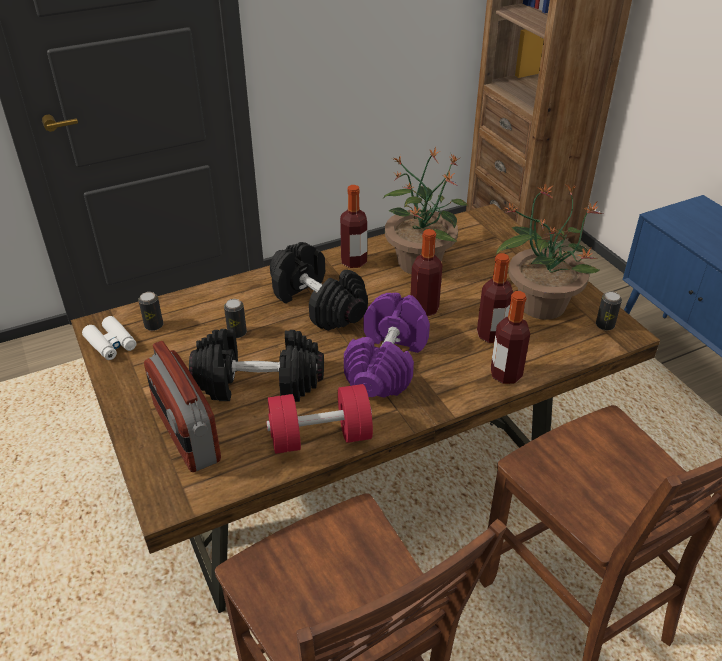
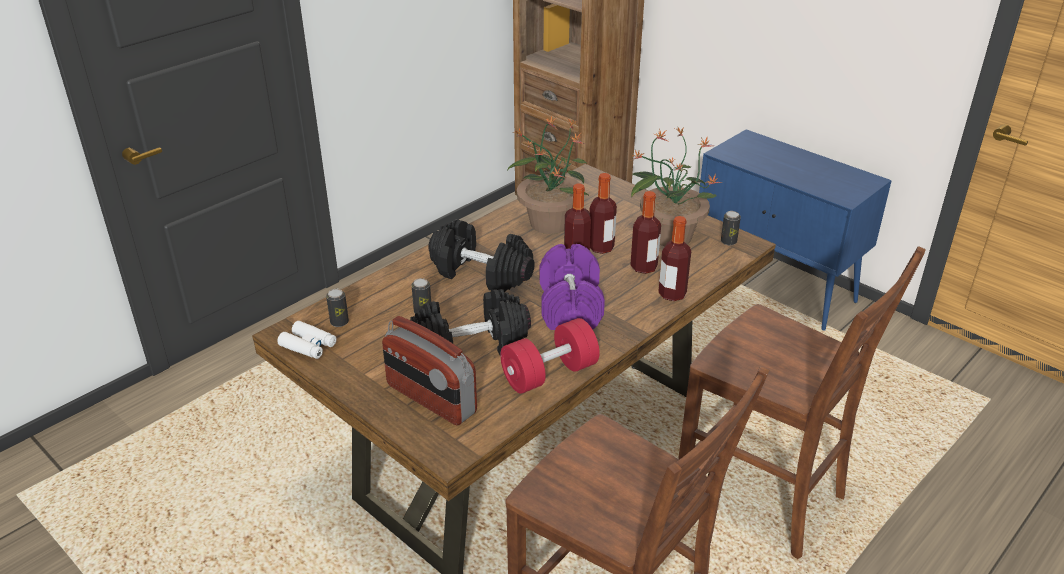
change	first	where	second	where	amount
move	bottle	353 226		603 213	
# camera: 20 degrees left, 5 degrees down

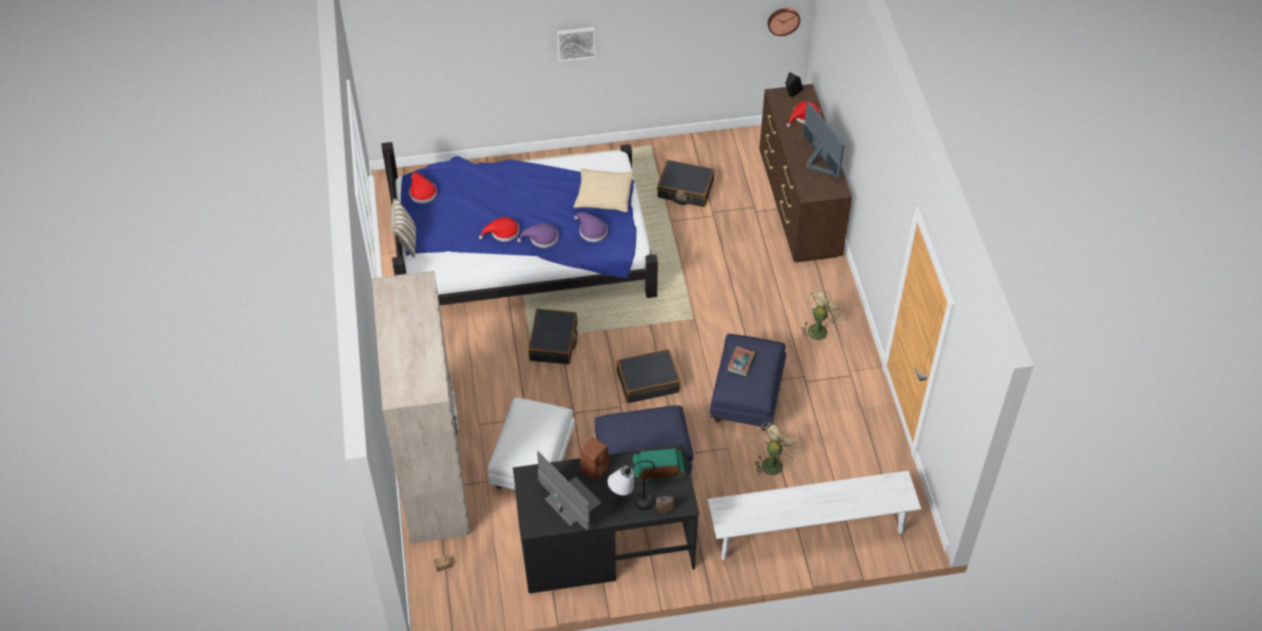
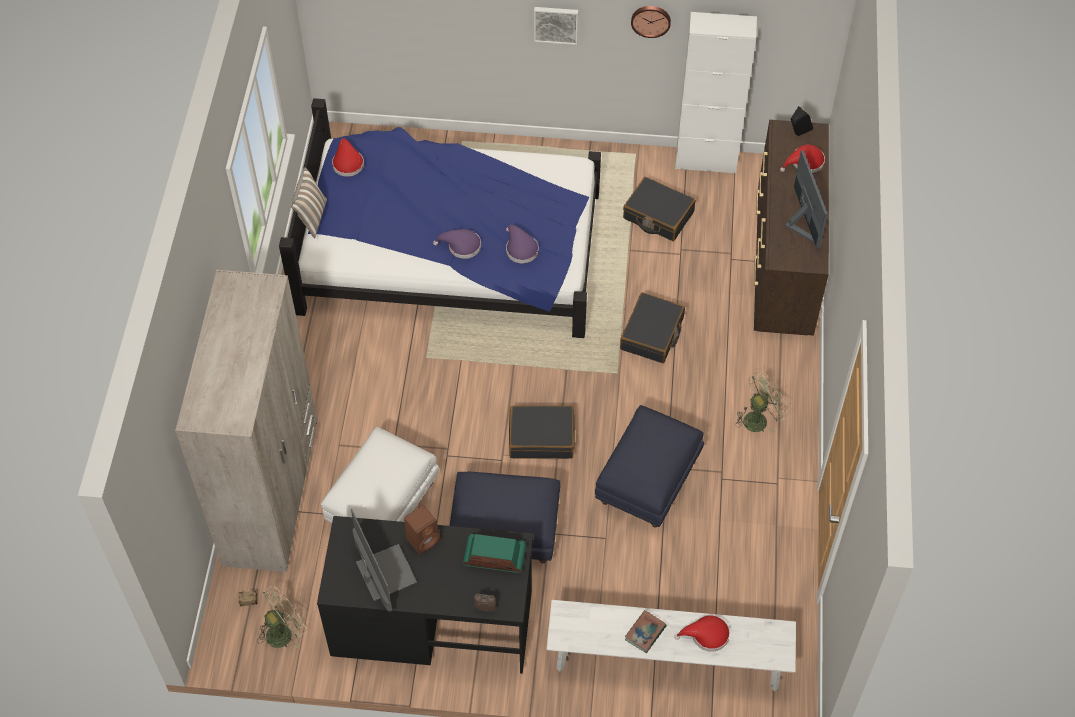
change	first	where	second	where	amount
move	hat in red	499 229		702 633	
move	suitcase in black	553 337		652 327	
delete	pillow in beige	604 190			
delete	table lamp	631 485			
move	book	741 361		646 631	
move	fan in green	778 448		281 616	
move	wall clock	784 22		651 22	
insert			cabinet in white	716 93	
# camera: 15 degrees right, 5 degrees up

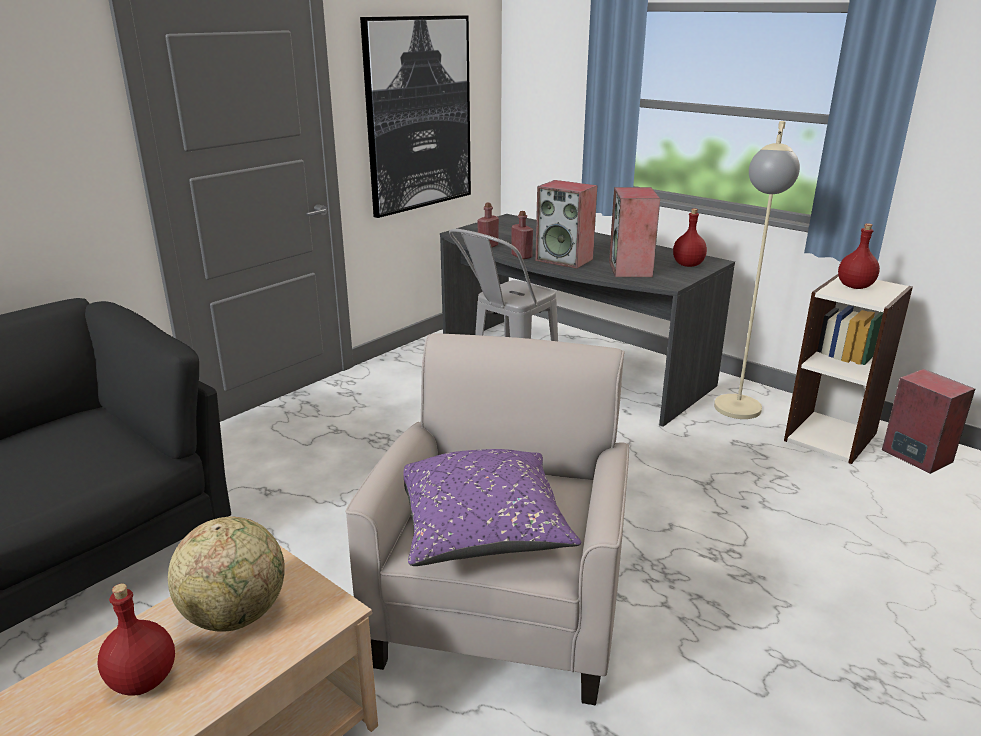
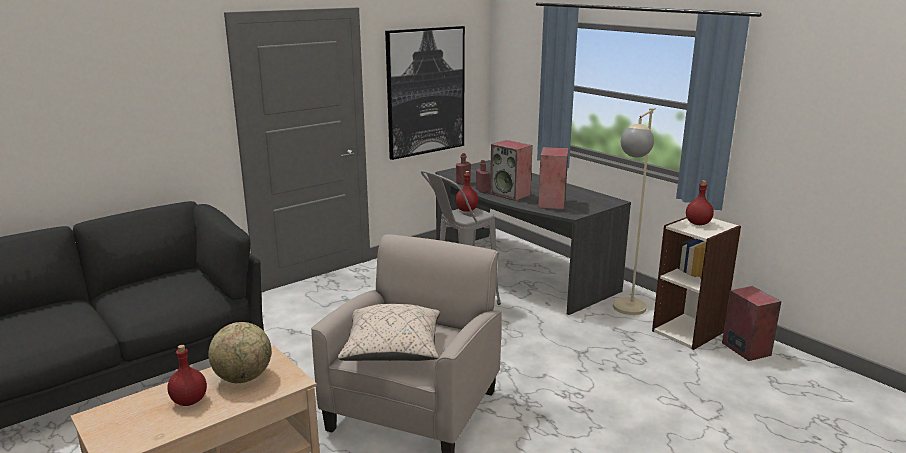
change	first	where	second	where	amount
recolor	pillow in purple	492 507	pillow in beige	389 332	
move	bottle in red	690 238		467 191	
# camera: 10 degrees right, 5 degrees down

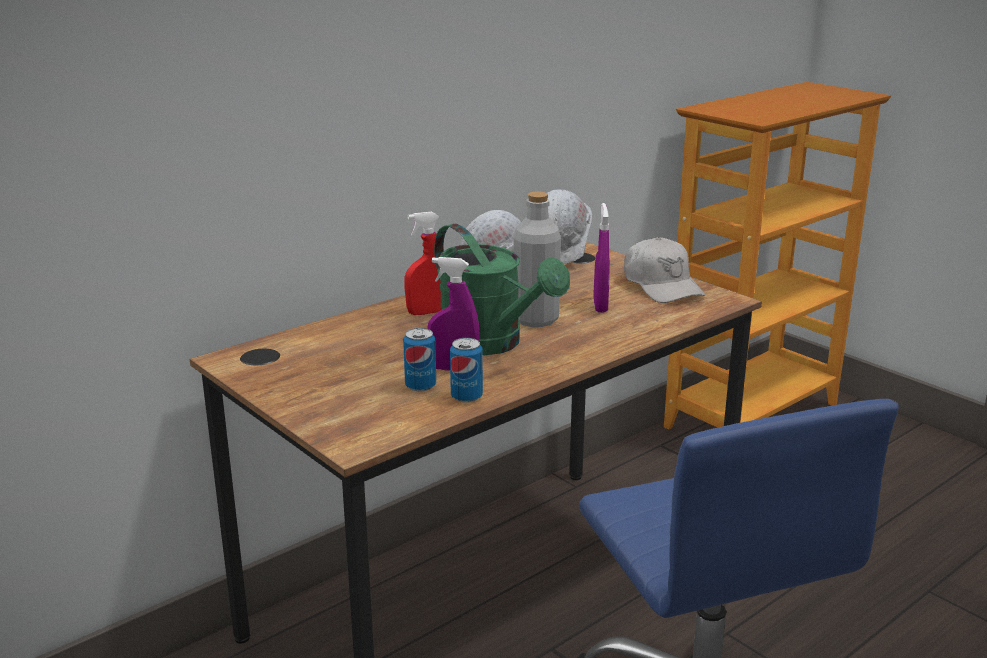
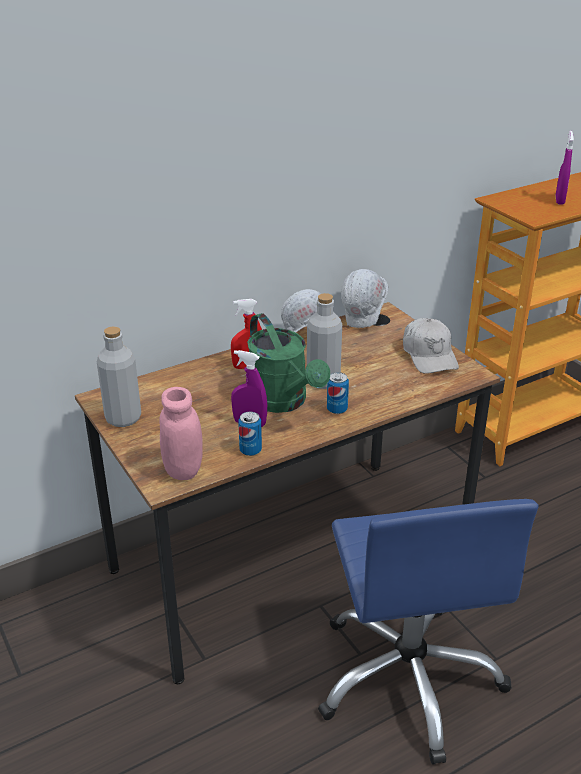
change	first	where	second	where	amount
move	can	419 360		338 393	
move	spray bottle in purple	601 257		565 168	
insert			bottle in grey	119 377	
insert			jar in pink	181 433	
# camera: 10 degrees right, 10 degrees up

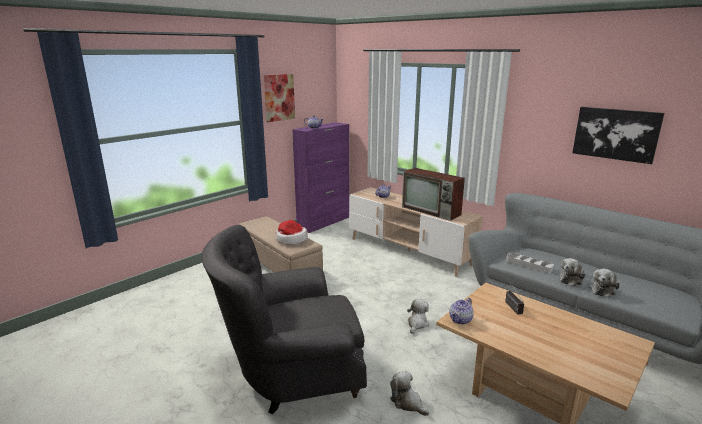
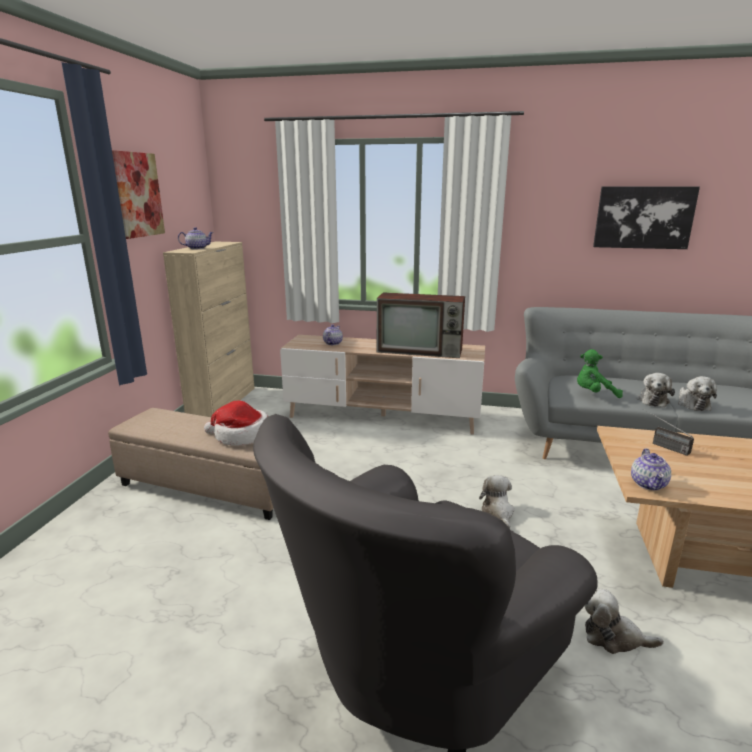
change	first	where	second	where	amount
recolor	cabinet in purple	320 177	cabinet in beige	208 329	
replace	tray in grey	530 263	plush toy in green	600 373	
# camera: 30 degrees left, 0 degrees up

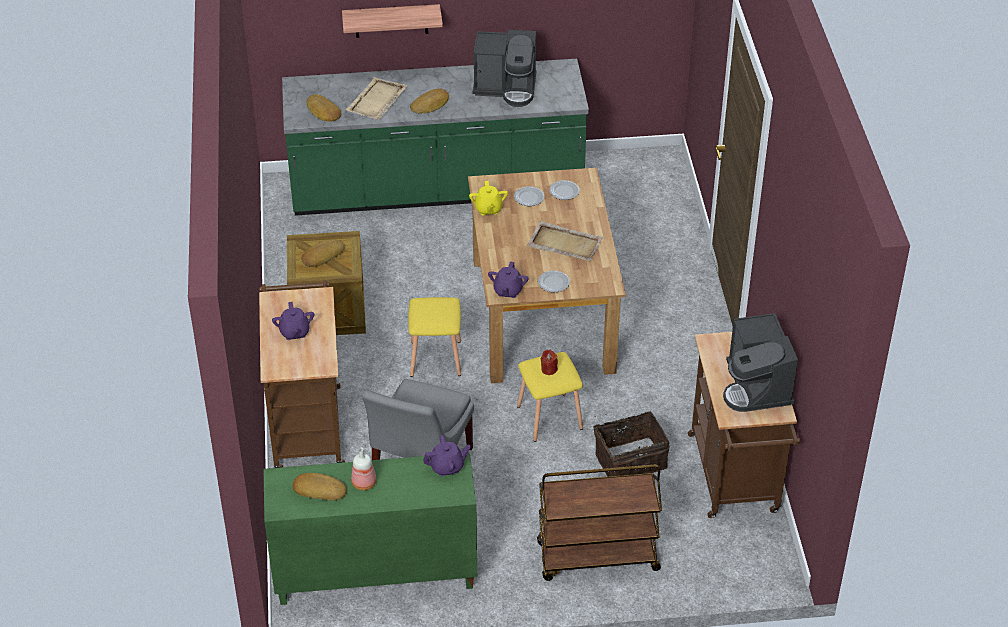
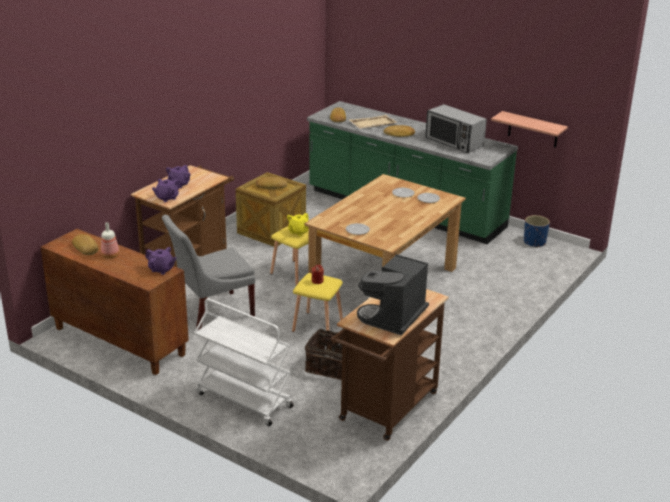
change	first	where	second	where	amount
recolor	cabinet in green	370 528	cabinet in brown	115 302	
move	shelf	392 21		529 129	
move	teapot in yellow	488 198		298 224	
replace	coffee machine	504 68	microwave	456 128	
move	teapot in purple	508 279		166 190	
delete	tray in beige	565 241			
recolor	cart in brown	599 523	cart in white	243 362	
insert			planter in blue	537 231	
# camera: 40 degrees right, 15 degrees down

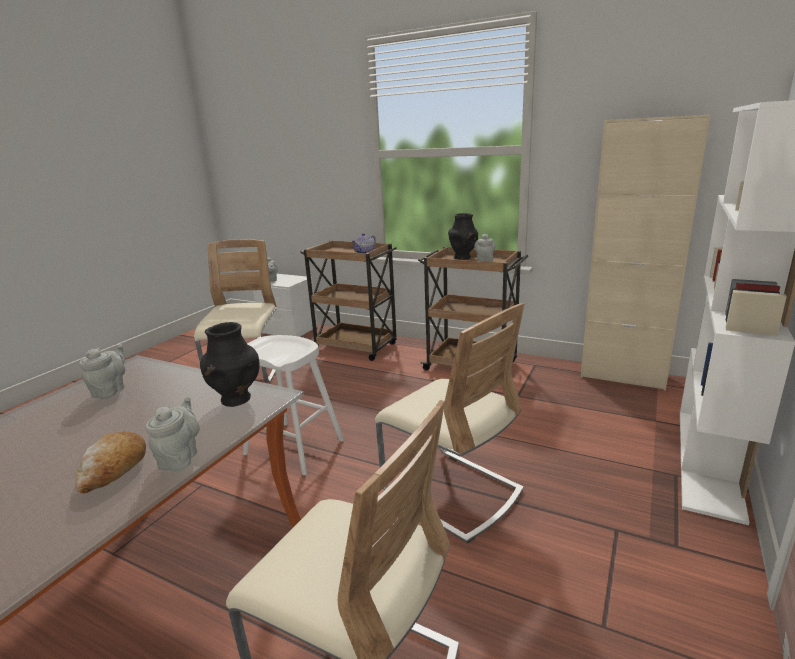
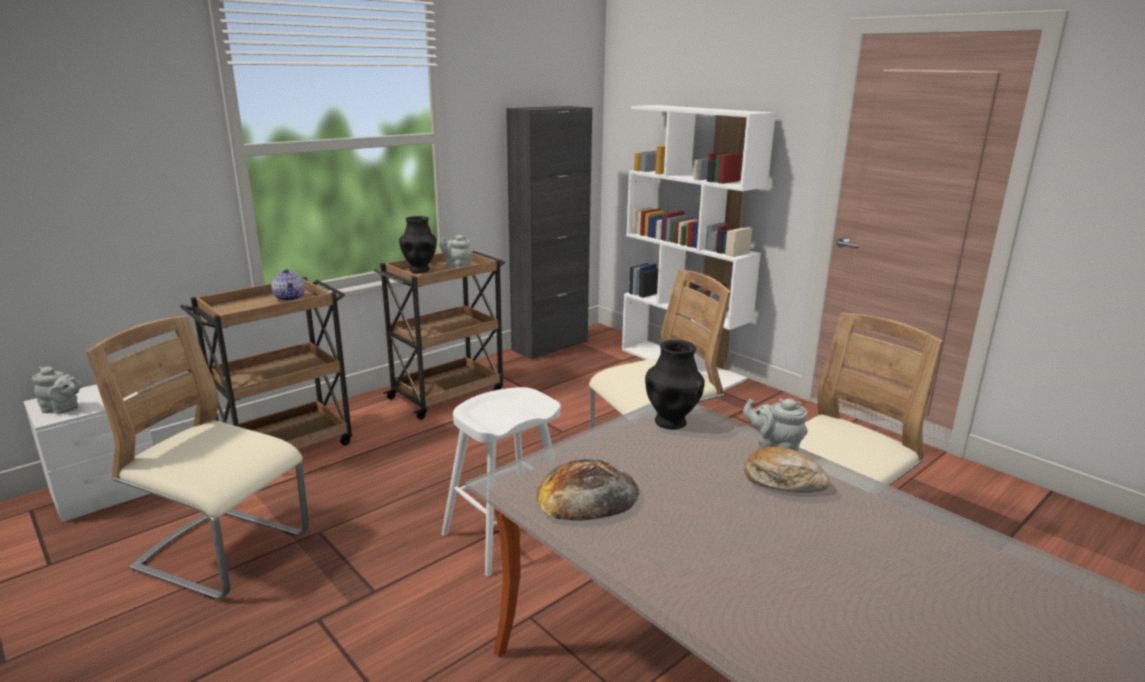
change	first	where	second	where	amount
replace	teapot in grey	102 371	bread	587 489	
recolor	cabinet in beige	645 253	cabinet in black	549 233	
# camera: 70 degrees left, 0 degrees up

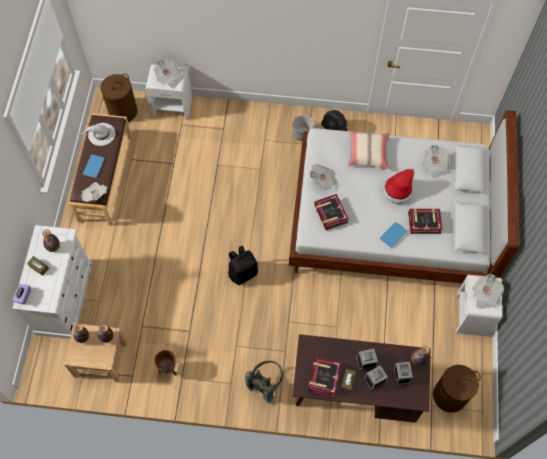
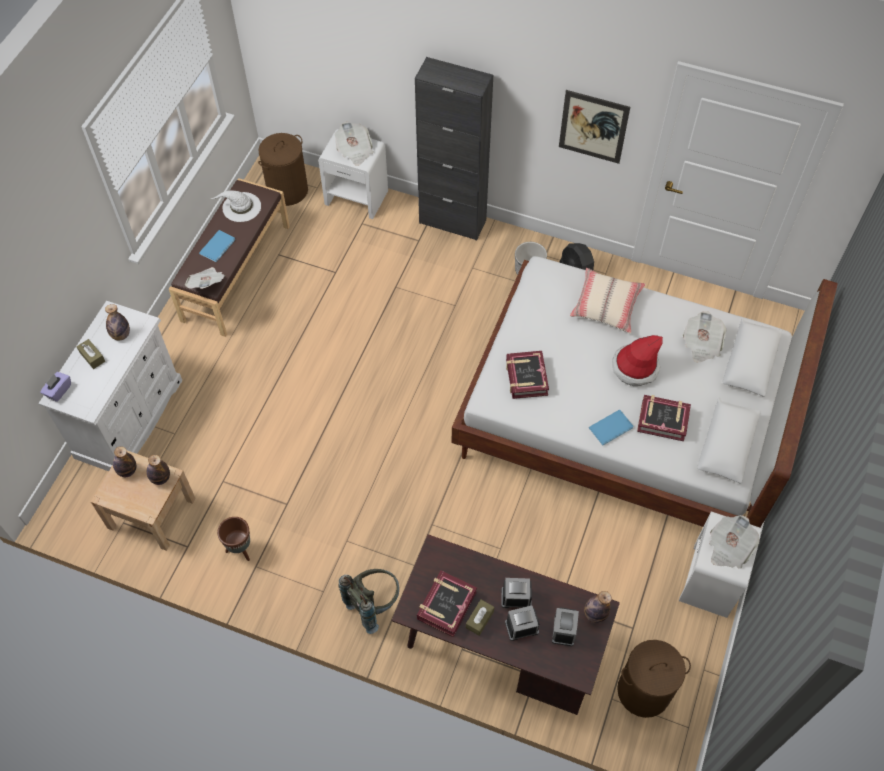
change	first	where	second	where	amount
delete	backpack in black	243 265			
delete	newspaper	324 177			
insert			cabinet in black	454 149	
insert			picture	594 127	
# camera: 15 degrees right, 5 degrees down

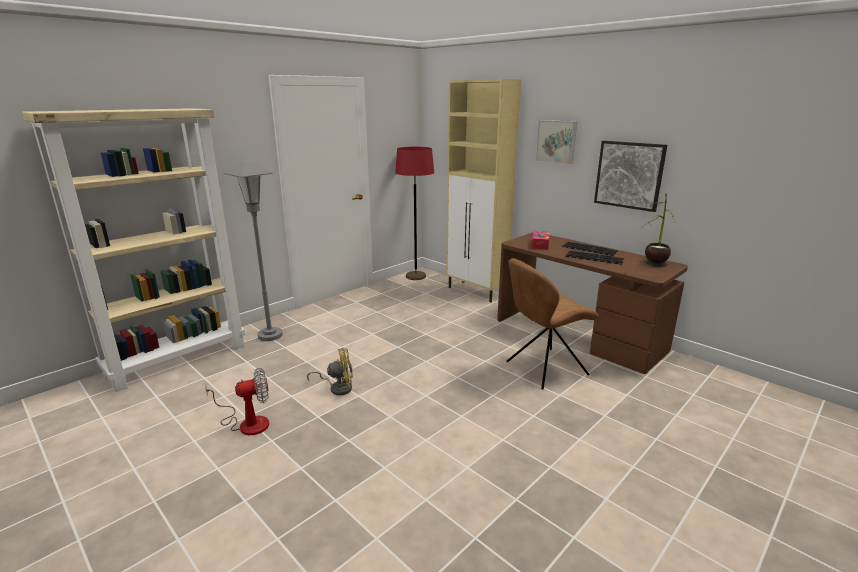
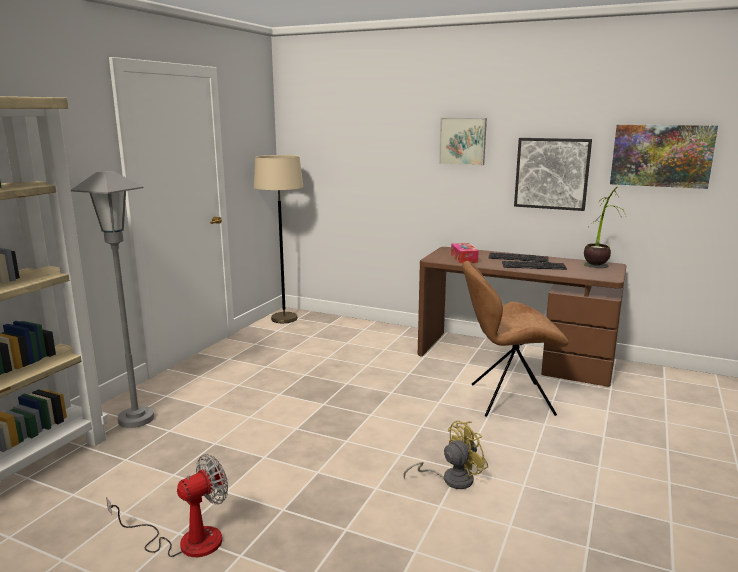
change	first	where	second	where	amount
move	fan in yellow	330 371		445 455	
recolor	floor lamp in red	414 213	floor lamp in beige	279 239	
delete	cabinet in beige	483 190			
rotate	chair in brown	553 324		515 339	45 degrees clockwise
insert			picture	664 157	
# camera: 20 degrees left, 5 degrees down

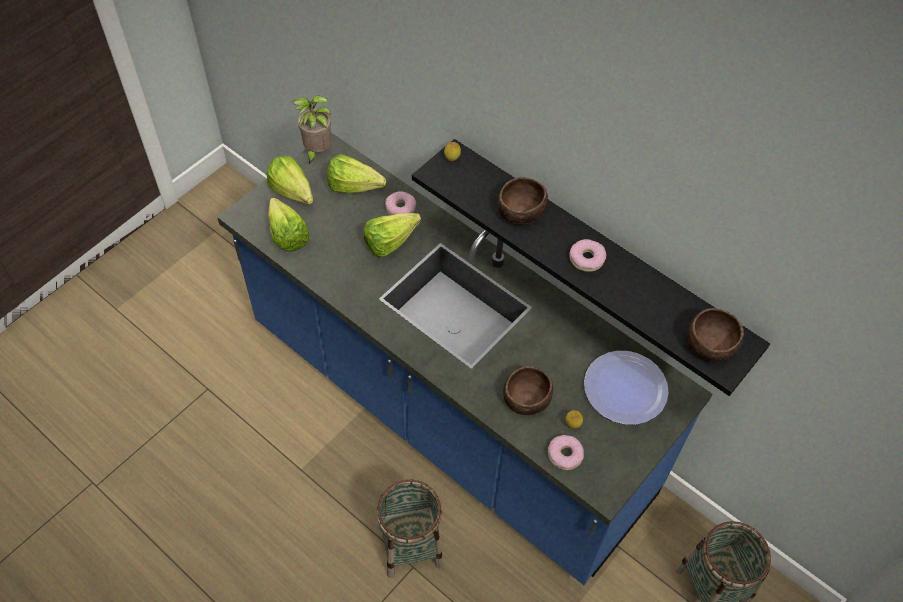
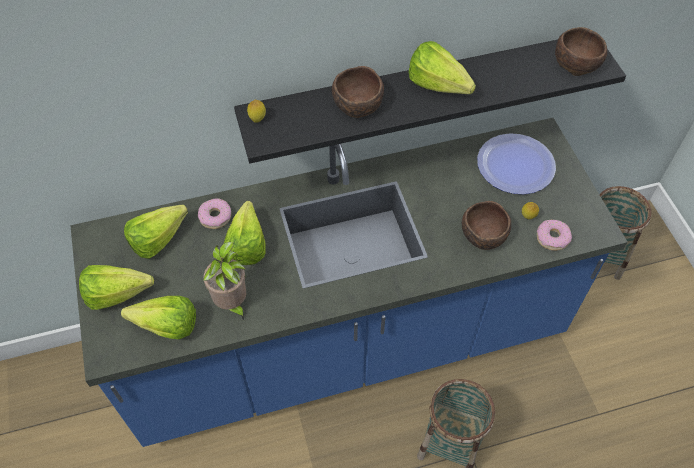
change	first	where	second	where	amount
move	potted plant	311 130		224 281	
replace	donut	587 255	lettuce	442 67	
# camera: 55 degrees left, 0 degrees up

